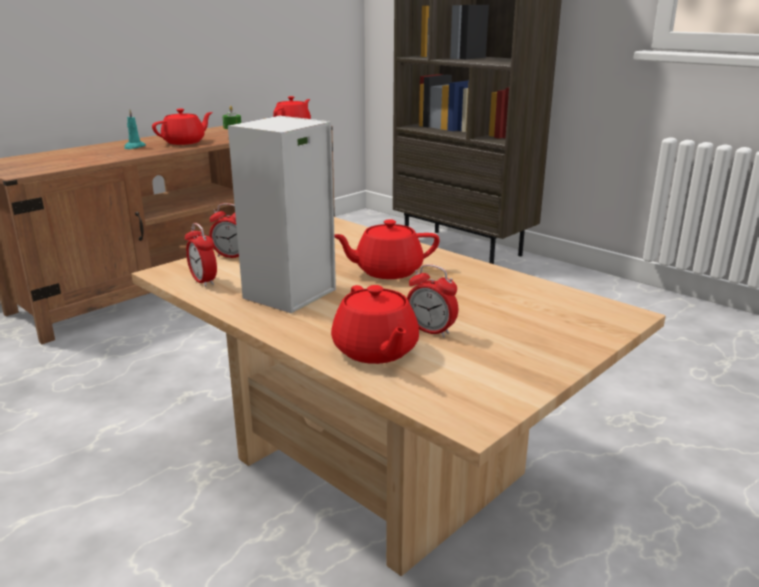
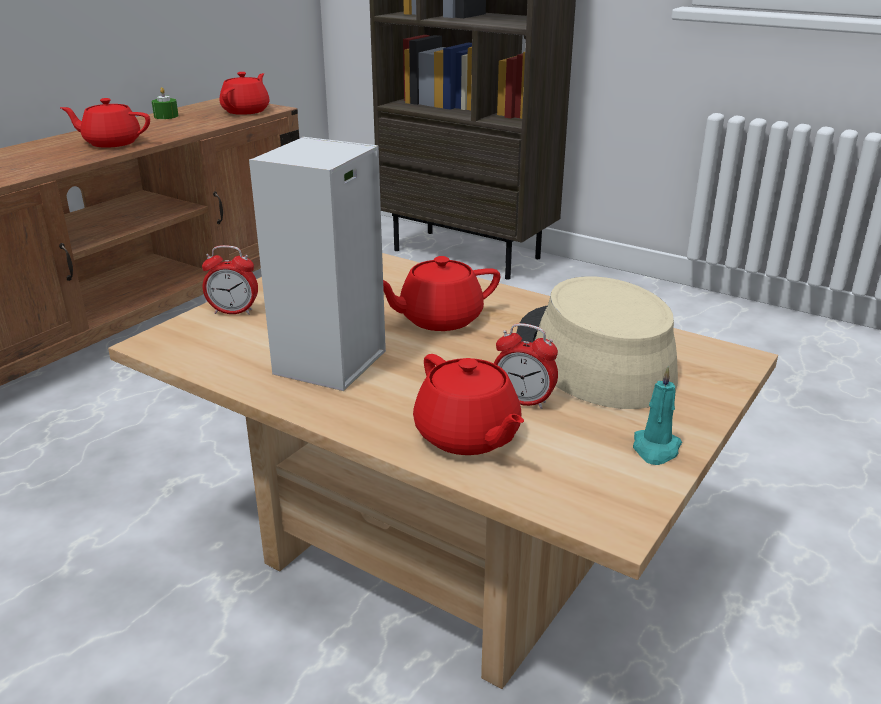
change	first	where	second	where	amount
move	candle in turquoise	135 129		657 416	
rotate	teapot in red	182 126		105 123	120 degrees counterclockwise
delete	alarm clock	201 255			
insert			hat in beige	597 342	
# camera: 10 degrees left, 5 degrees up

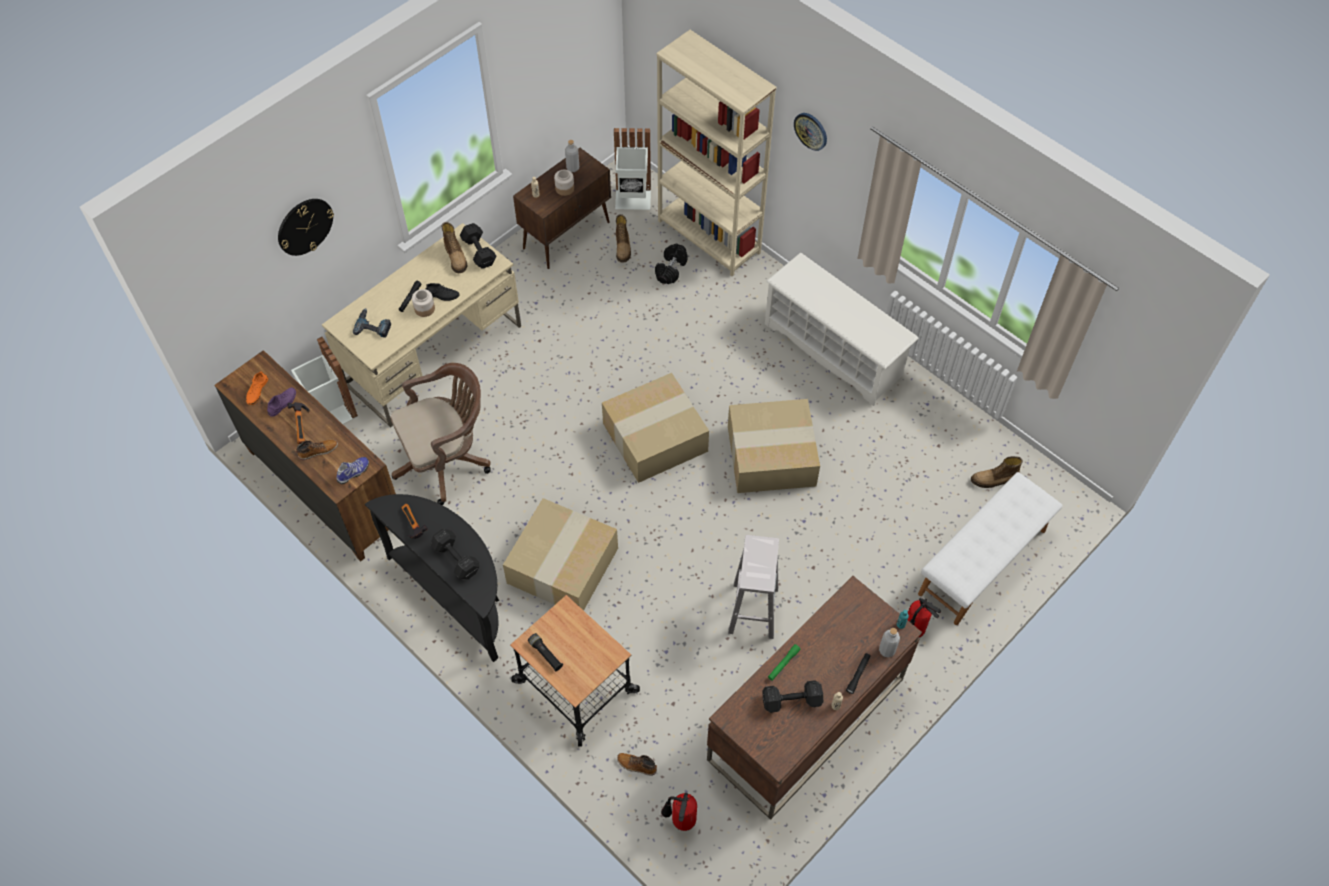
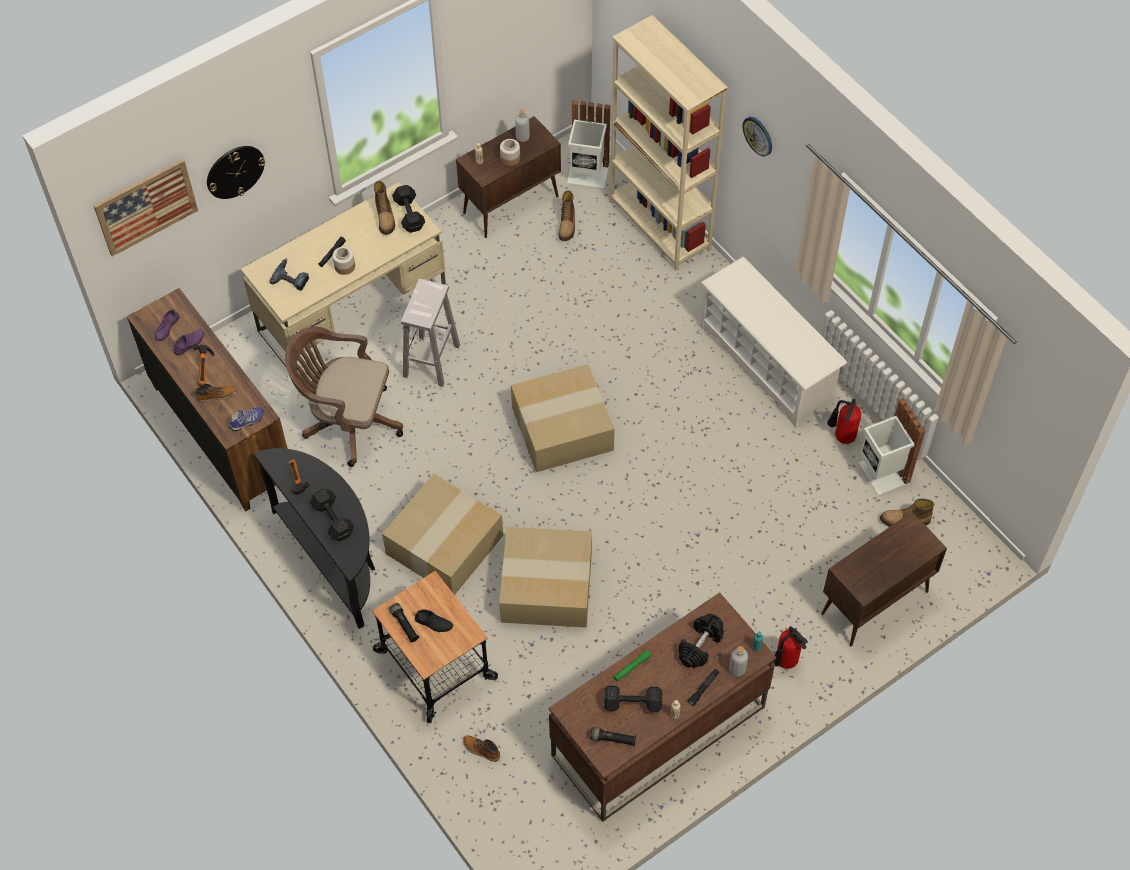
change	first	where	second	where	amount
recolor	shoe in orange	257 388	shoe in purple	167 325	
move	trash can in white	324 380		892 446	
rotate	office chair in brown	441 434		344 397	150 degrees counterclockwise
move	shoe in black	443 292		434 620	
move	dumbbell in black	671 263		701 641	
move	fire extinguisher	679 812		844 421	
move	cardboard box	774 446		545 577	
move	stool in white	753 587		430 333	
replace	bench in white	990 548	cabinet in brown	884 579	
insert			picture	145 207	
insert			flashlight in black	613 736	
# camera: 10 degrees right, 0 degrees up

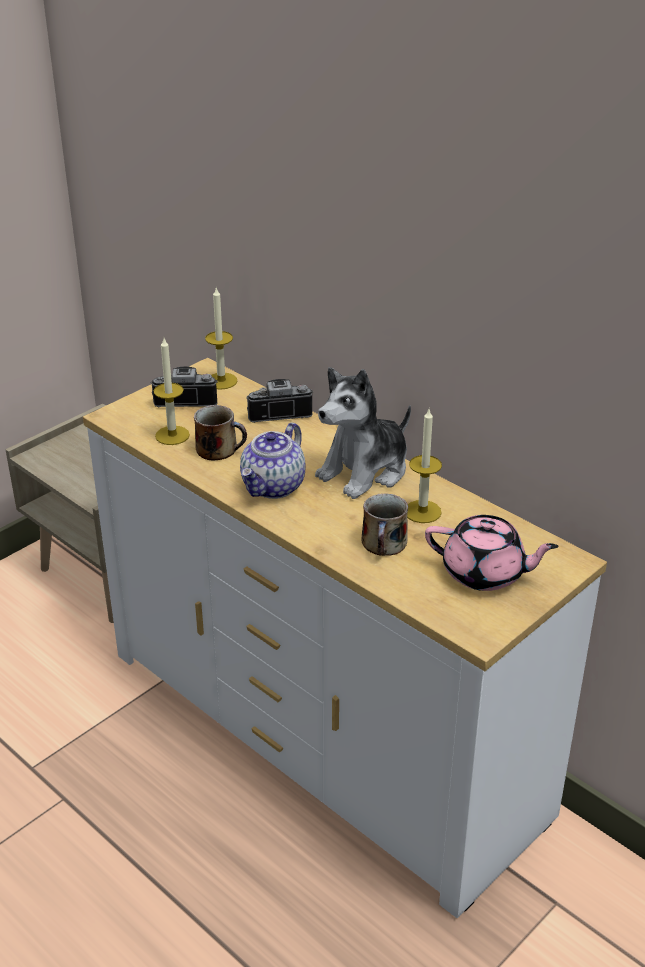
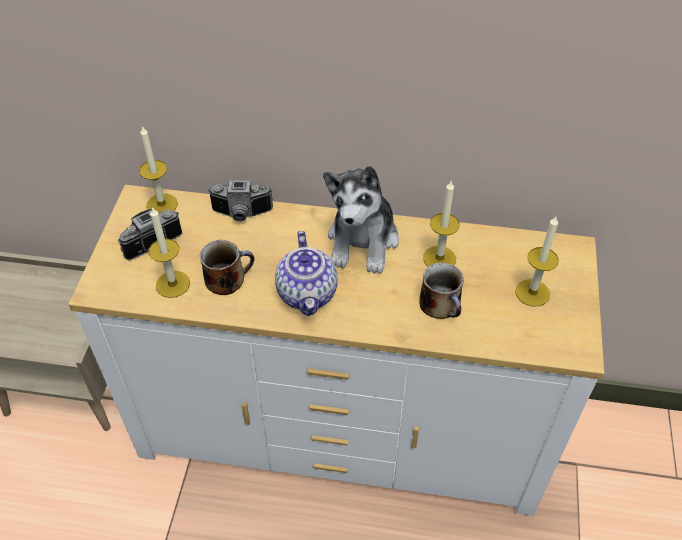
change	first	where	second	where	amount
rotate	photo camera	280 401		240 201	135 degrees counterclockwise
replace	teapot in pink	492 553	candle	537 261	
# camera: 35 degrees left, 15 degrees up

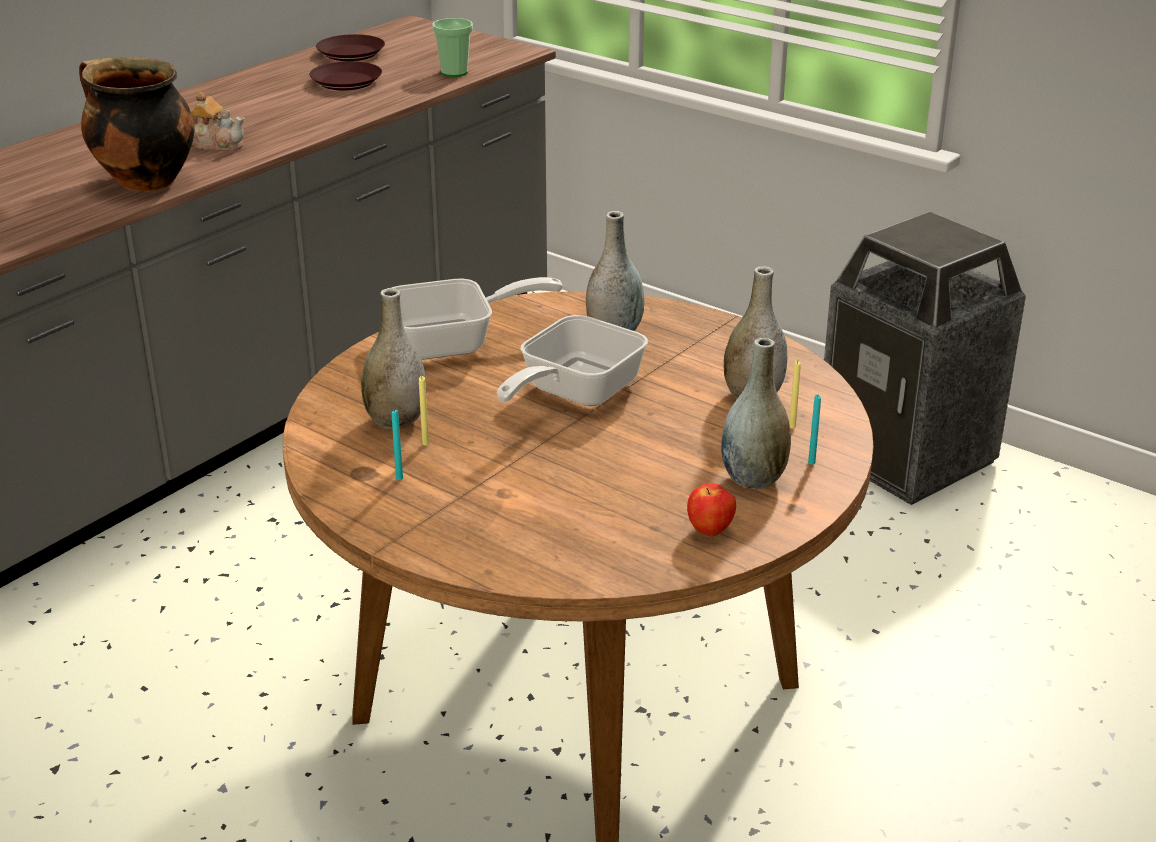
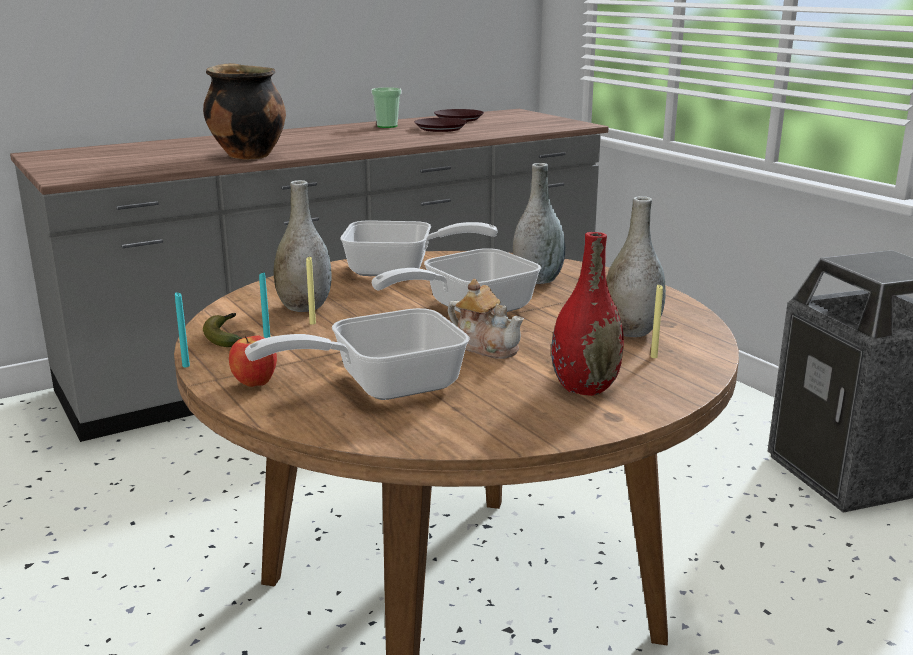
change	first	where	second	where	amount
move	teapot	217 122		486 319	
move	cup	452 47		386 107	
move	apple	711 509		253 361	
recolor	vase in grey	756 413	vase in red	587 314	
move	candle in turquoise	814 429		182 330	
insert			banana	222 330	
insert			frying pan	357 354	
# camera: 20 degrees right, 10 degrees down

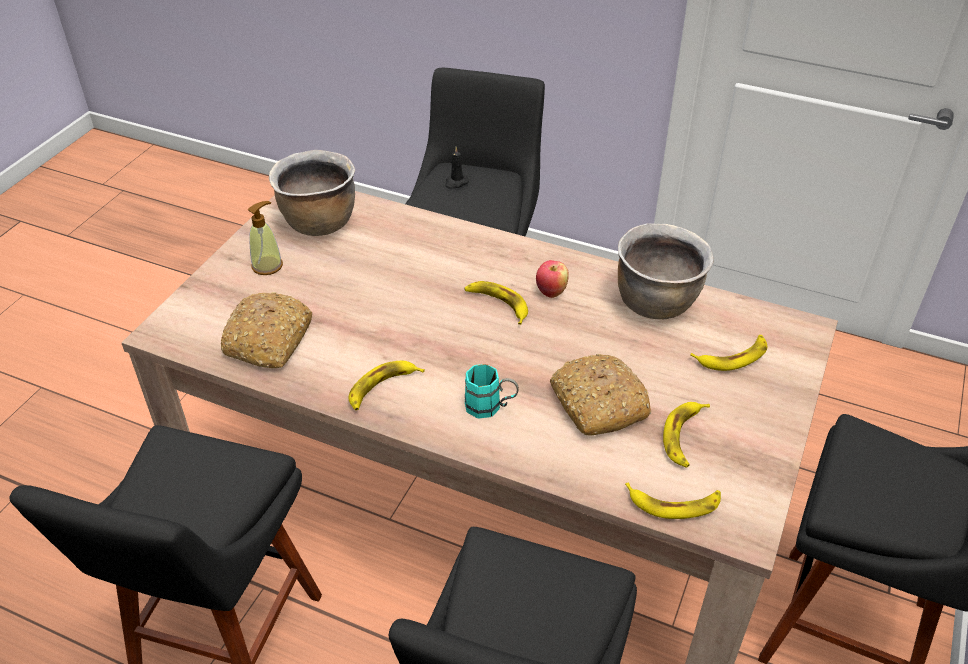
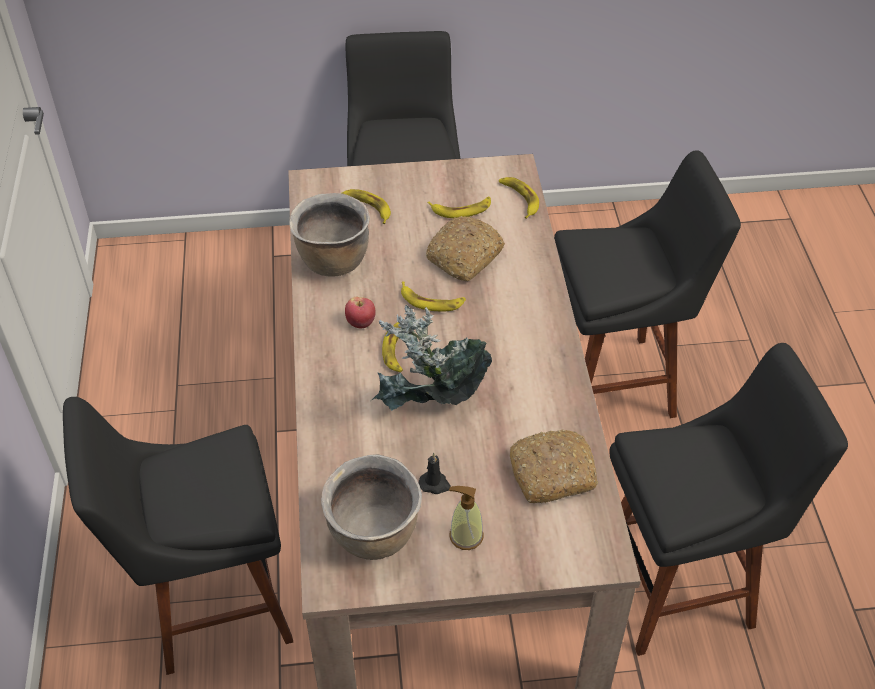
change	first	where	second	where	amount
move	banana	386 385		433 296	
move	candle in black	457 168		435 473	
delete	mug in turquoise	492 391			
insert			potted plant	431 358	
# camera: 120 degrees left, 5 degrees up

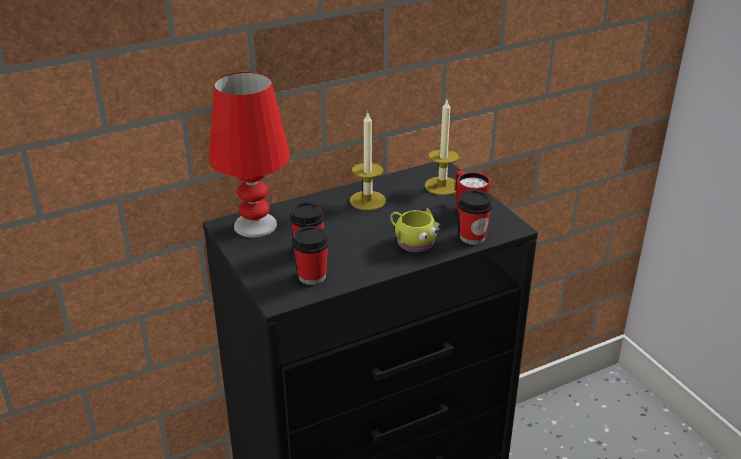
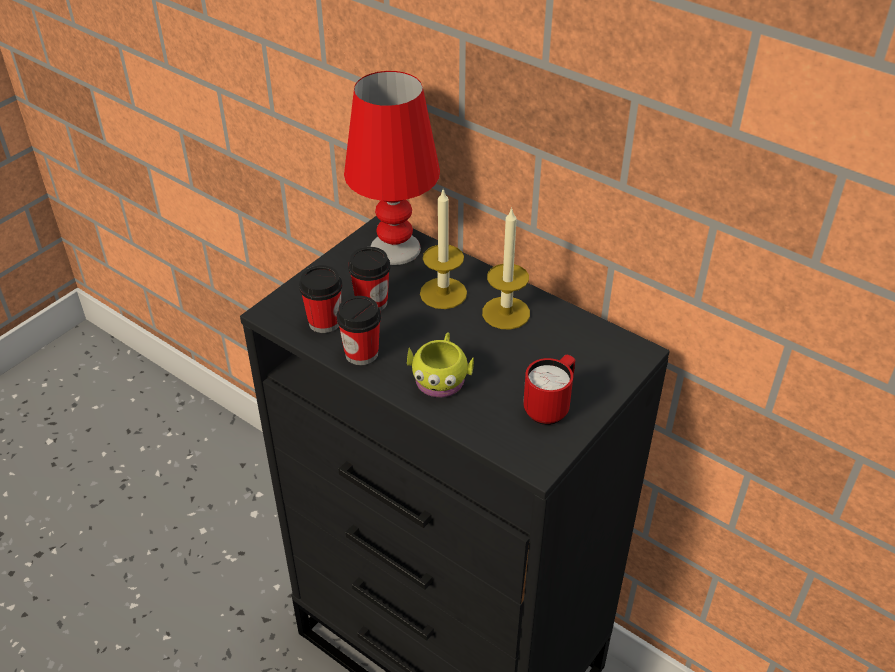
change	first	where	second	where	amount
move	candle	442 147		443 249	
move	cup	475 217		359 330	
# camera: 65 degrees right, 10 degrees up

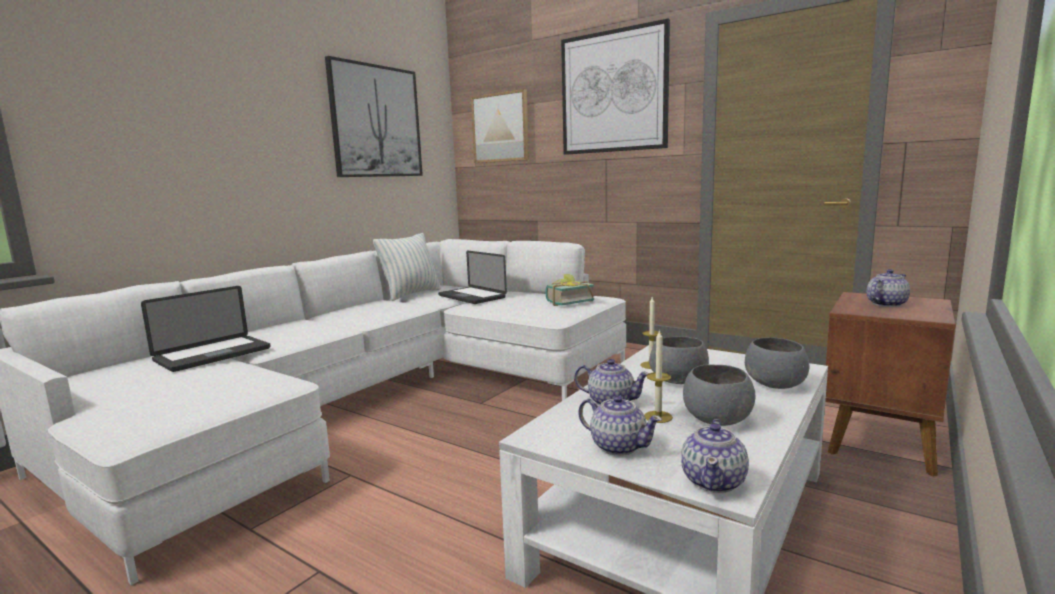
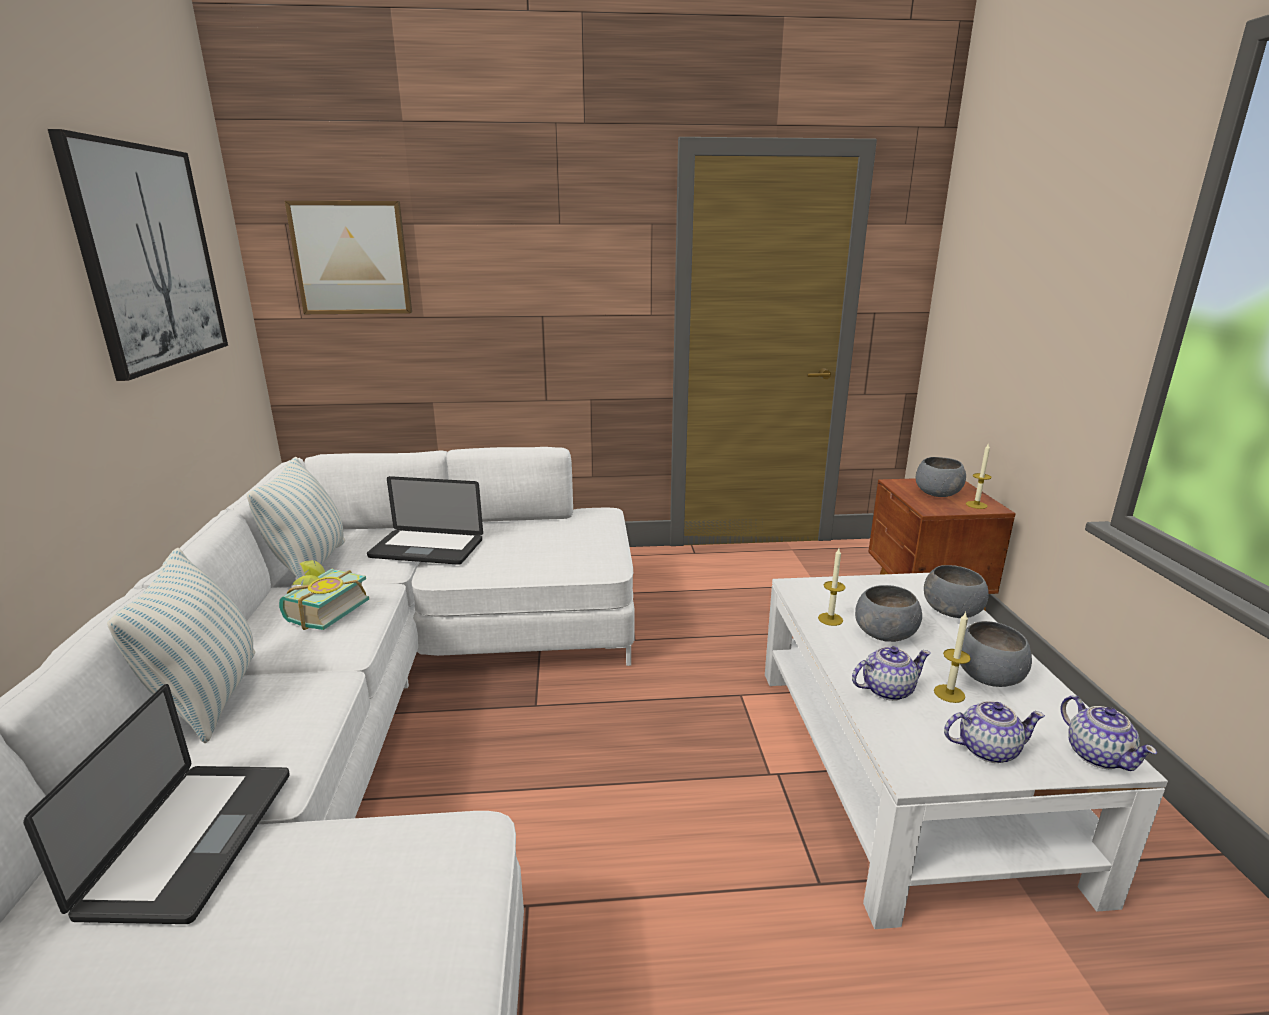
change	first	where	second	where	amount
move	book	569 290		324 595	
delete	picture	615 87			
replace	teapot	888 288	bowl in grey	941 477	
insert			pillow	181 645	
insert			candle	979 476	
# camera: 40 degrees left, 10 degrees up

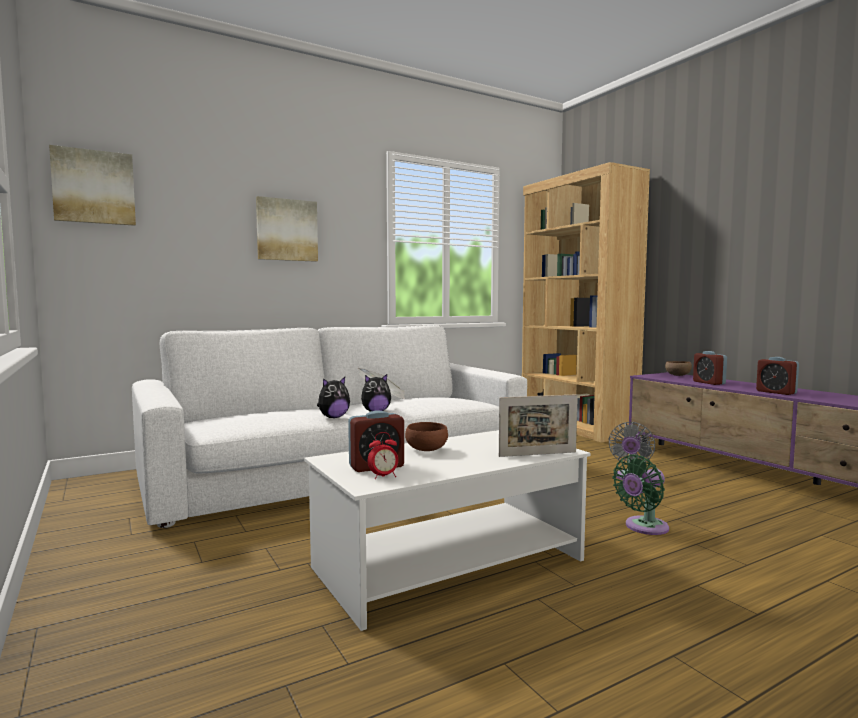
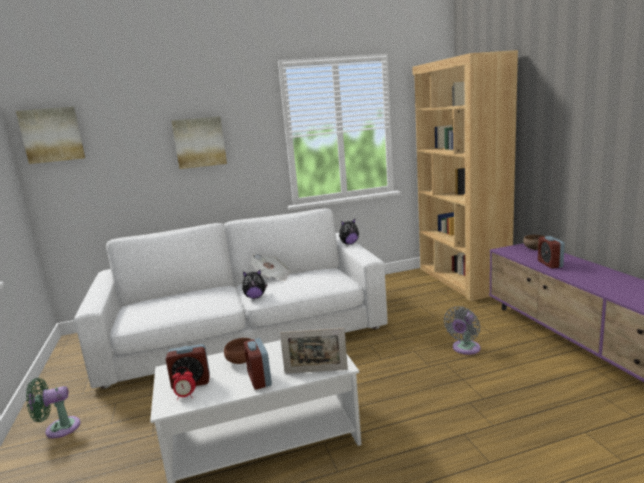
change	first	where	second	where	amount
move	plush toy	333 397		349 232	
move	fan in green	640 495		53 408	
move	alarm clock	777 376		257 364	
# camera: 15 degrees right, 10 degrees up

